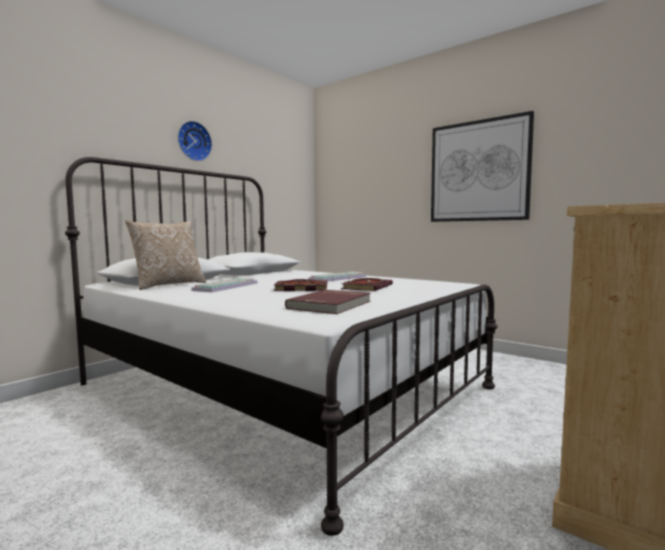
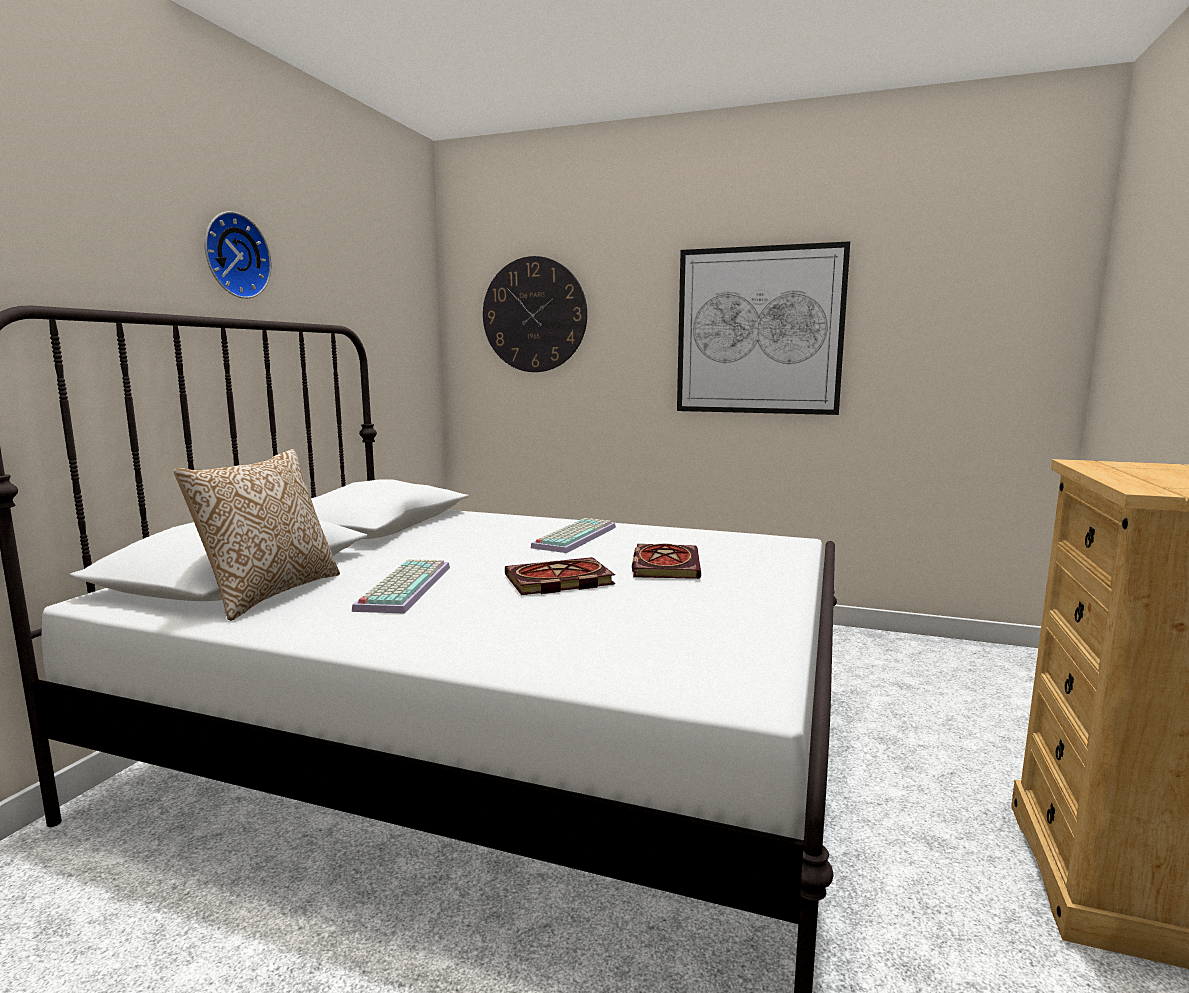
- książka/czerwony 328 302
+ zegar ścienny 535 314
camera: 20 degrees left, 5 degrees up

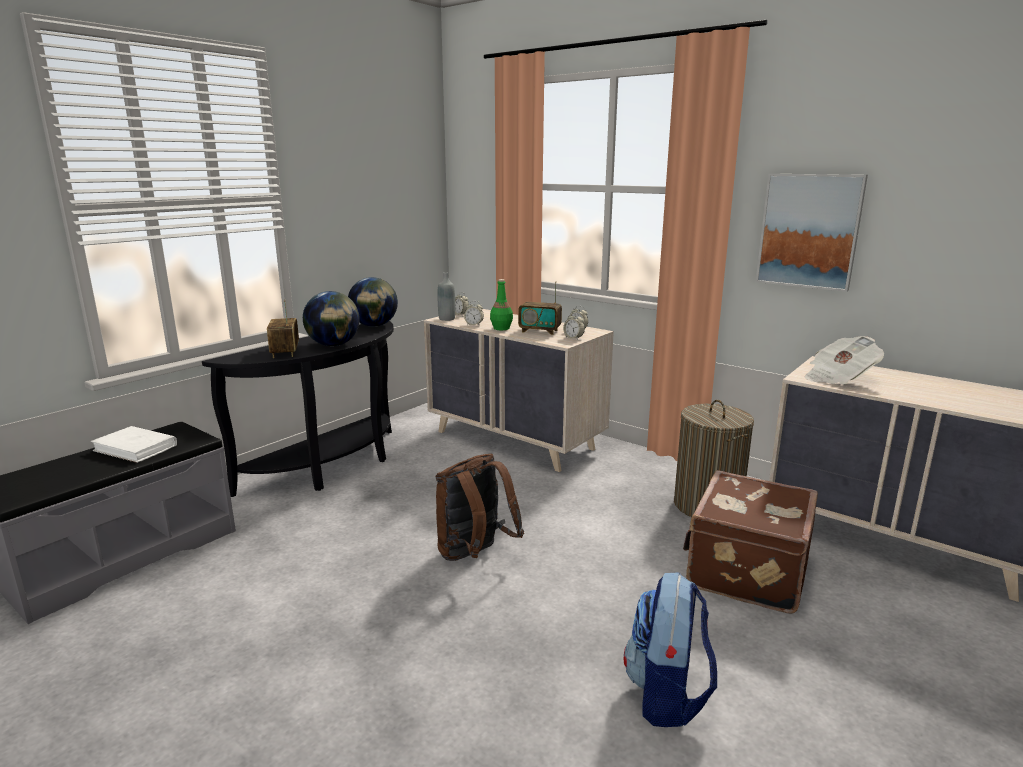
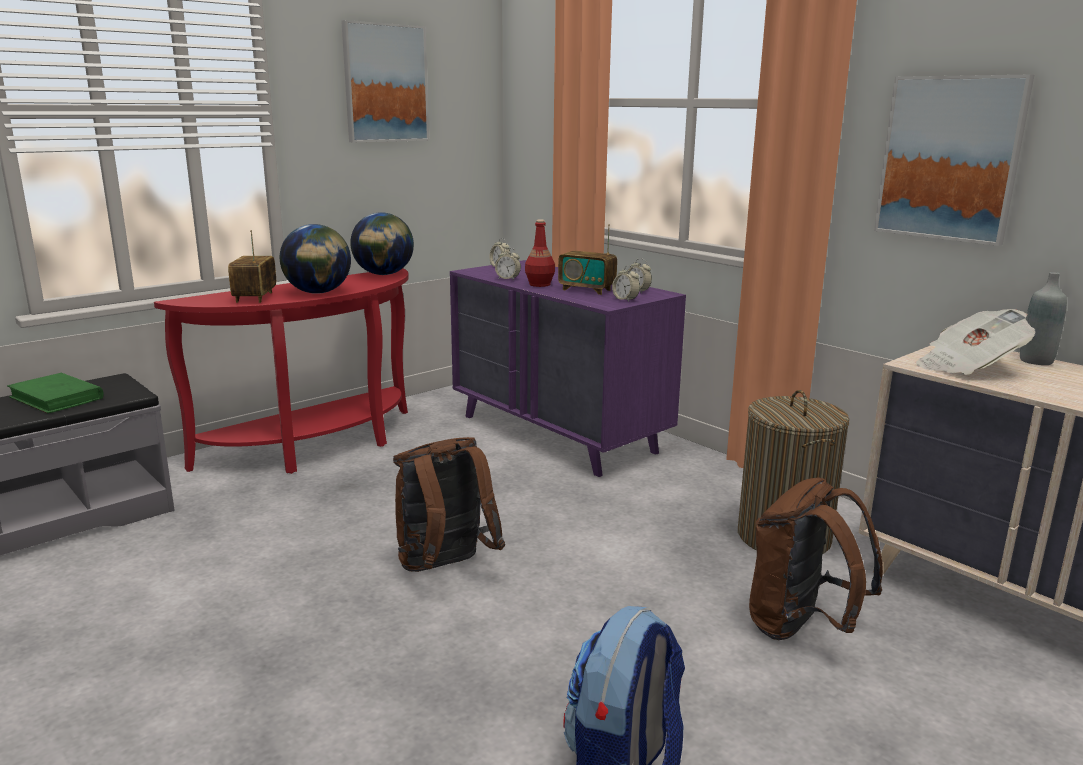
+ obraz 385 81
~ butelka/szary 446 296 to 1043 318
~ walizka/brązowy 750 542 to plecak/brązowy 816 559
~ książka/biały 134 444 to książka/zielony 55 393
~ stolik konsolowy/czarny 298 409 to stolik konsolowy/czerwony 281 371
~ komoda/beżowy 519 390 to komoda/fioletowy 568 368
~ butelka/zielony 501 304 to butelka/czerwony 540 253
camera: 10 degrees right, 0 degrees up

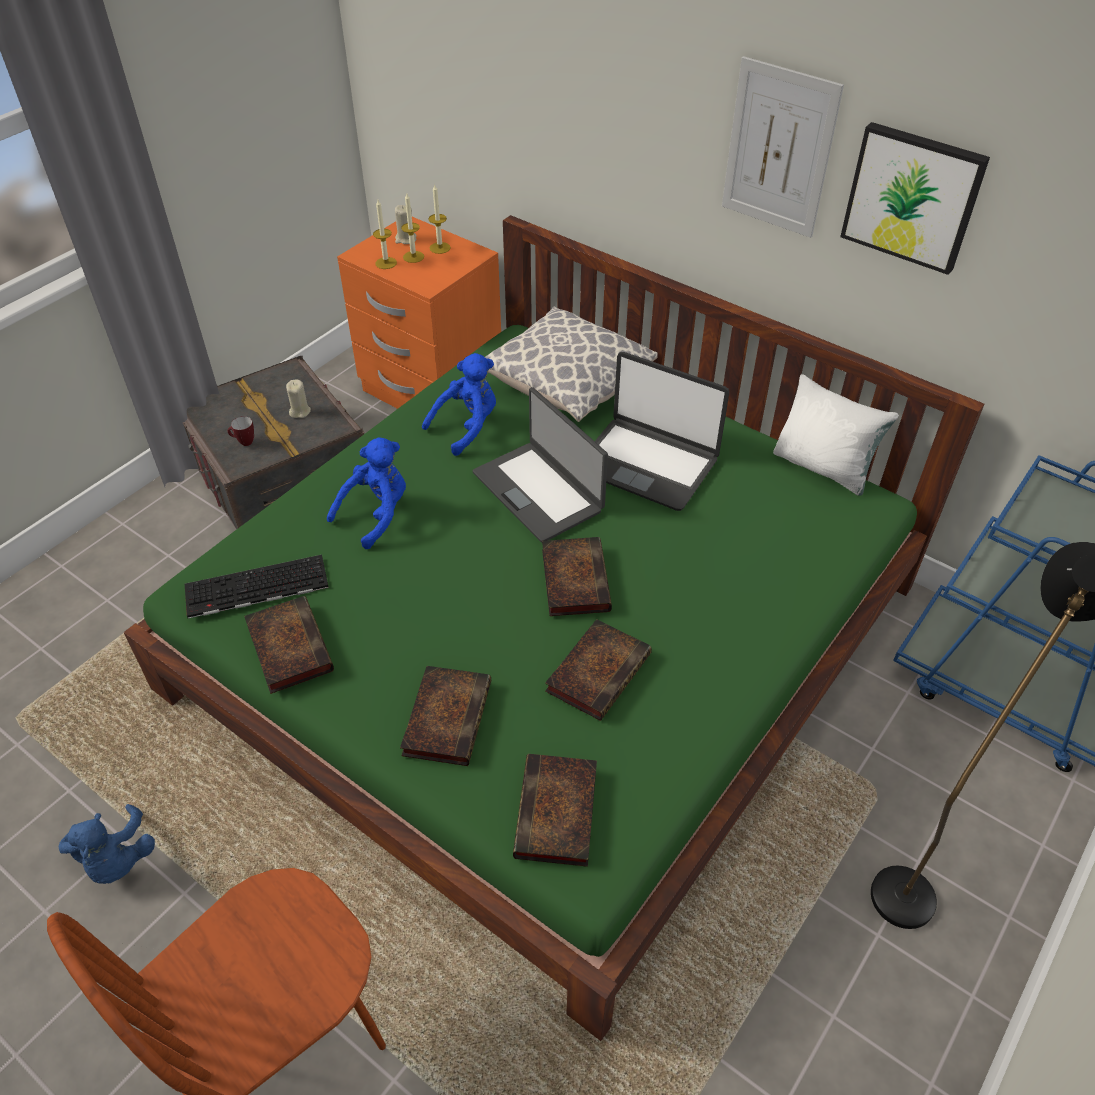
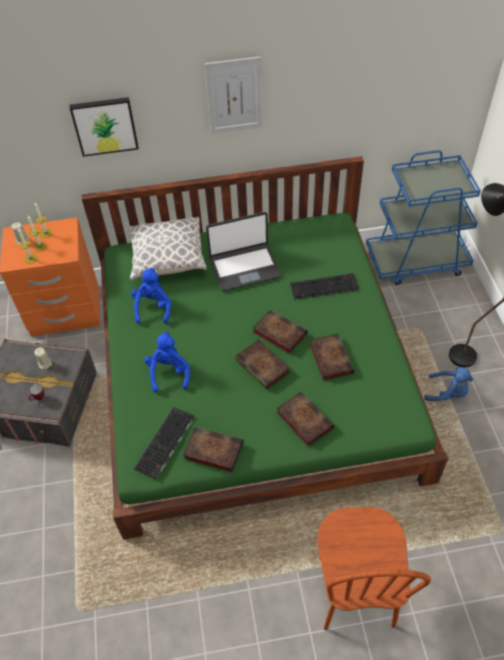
- laptop 540 465
- poduszka/biały 836 435
+ klawiatura 324 286
~ pluszak/niebieski 106 844 to 448 383
~ książka 555 810 to 262 364
~ obraz 915 198 to 104 127
camera: 45 degrees left, 5 degrees up

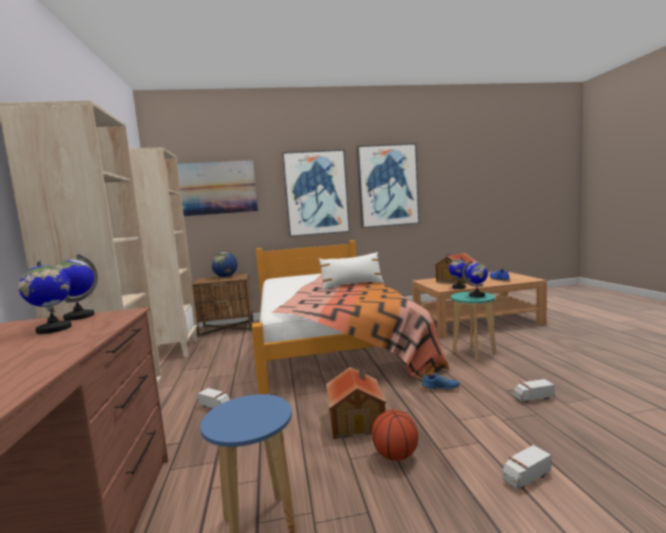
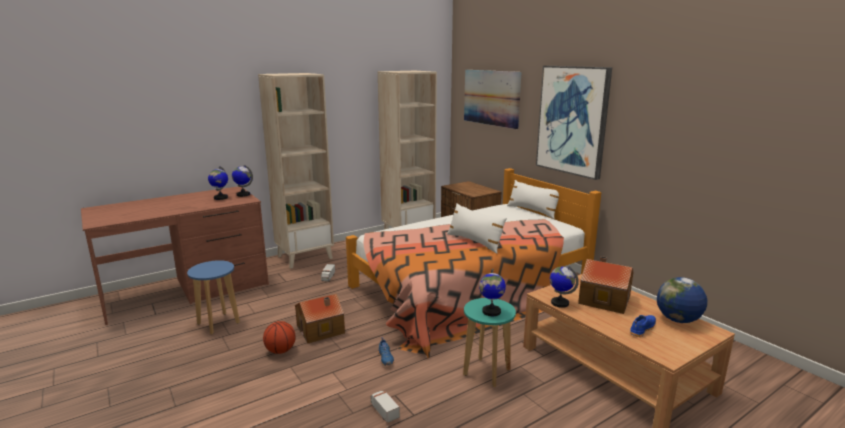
- obraz 388 185
- ciężarówka zabawkowa 526 467
+ poduszka/biały 533 199
~ globus 224 264 to 682 300
camera: 65 degrees right, 10 degrees up

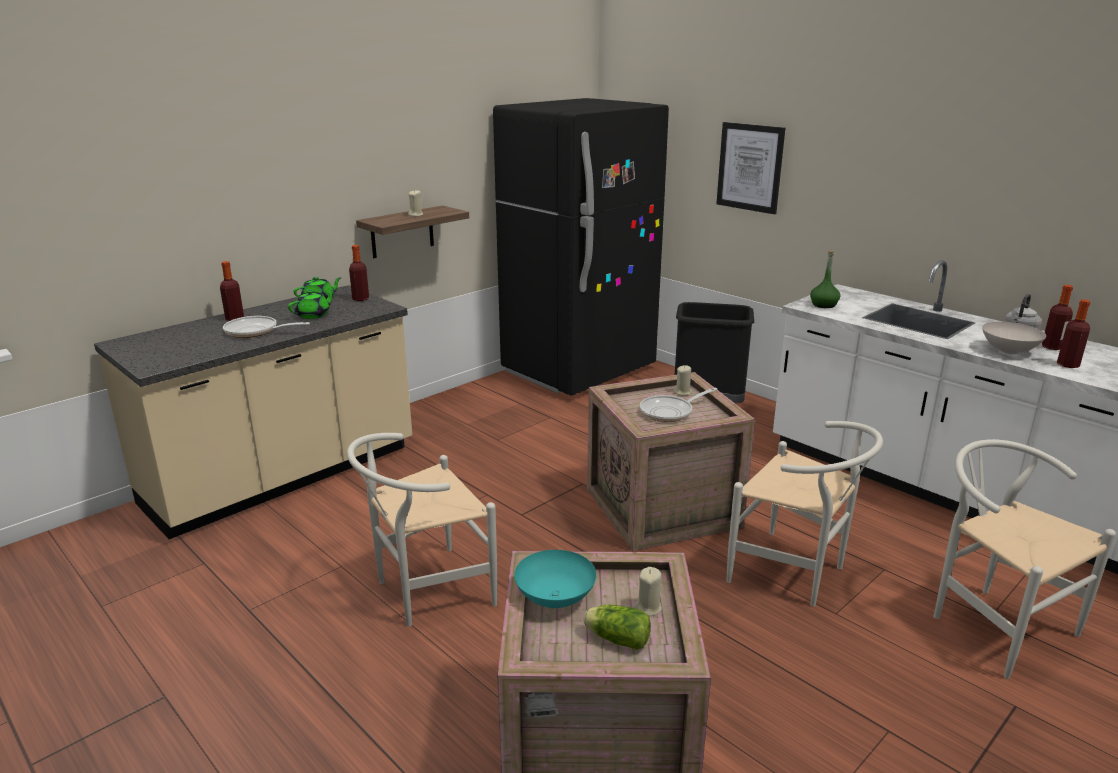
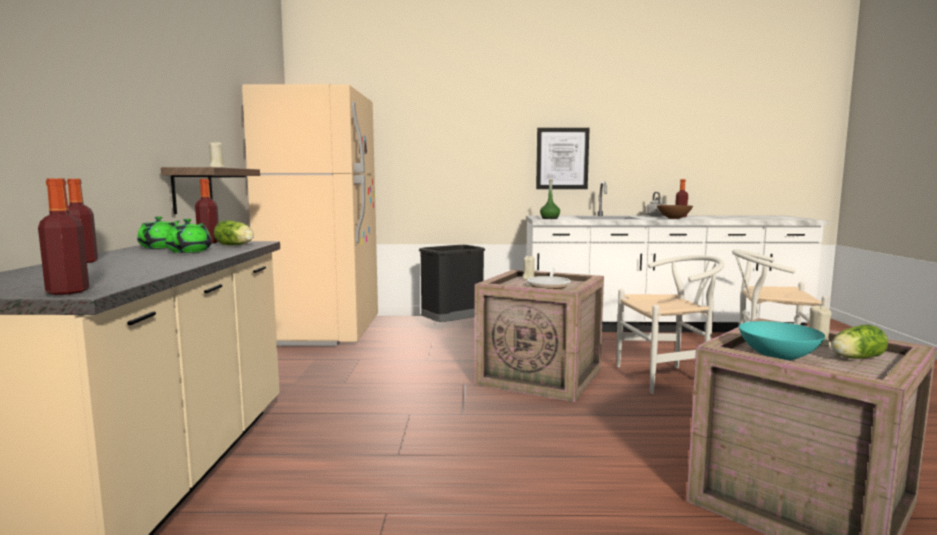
- patelnia 266 327
- krzesło/biały 422 530
+ sałata 234 232
~ obraz 750 168 to 562 158
~ butelka 1073 333 to 63 236
~ lodówka/czarny 581 247 to lodówka/beżowy 310 215
~ miska/biały 1014 338 to miska/brązowy 675 212
camera: 45 degrees left, 15 degrees down

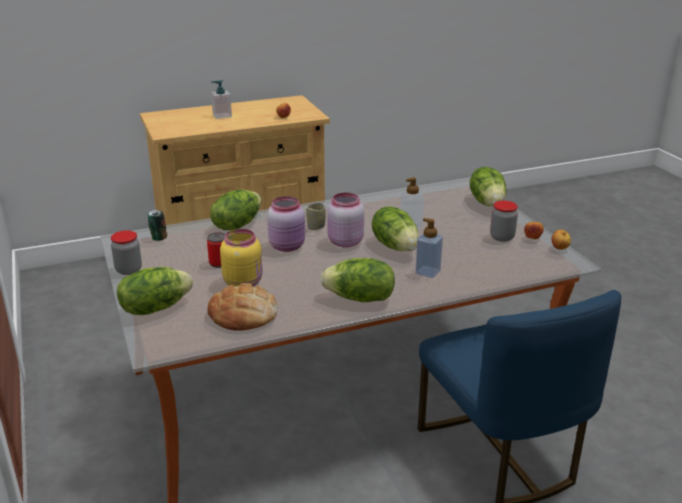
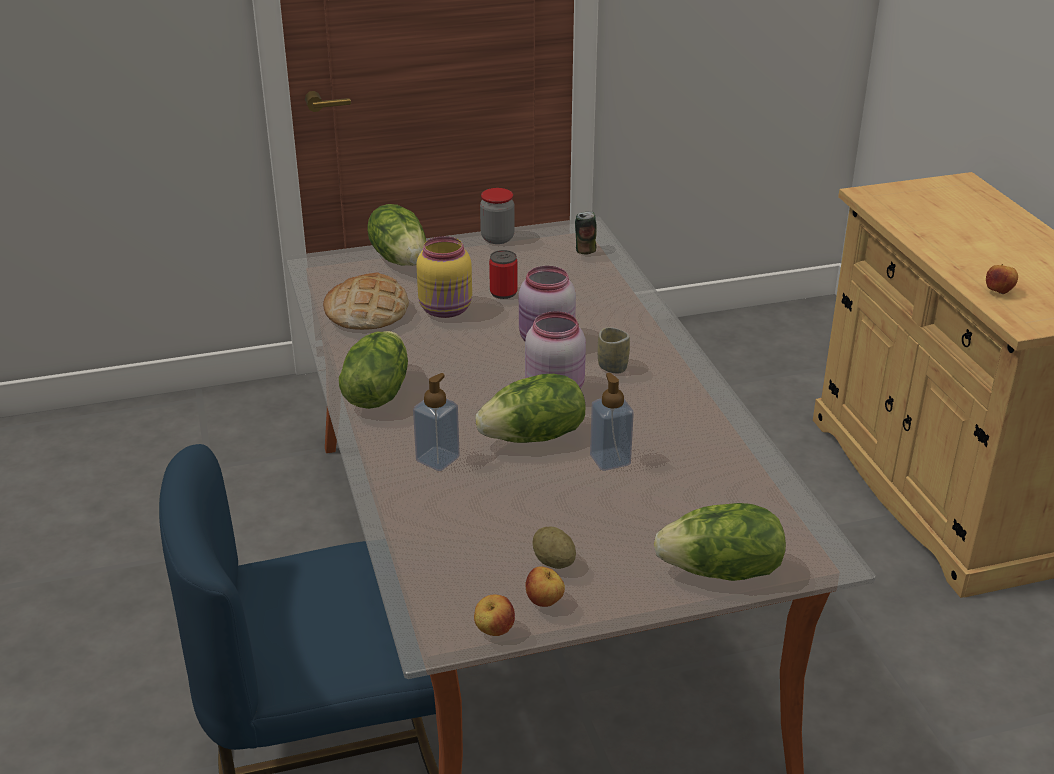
- sałata 236 209
- dozownik mydła 221 99
~ słoik 504 221 to ziemniak 554 547
camera: 95 degrees right, 5 degrees up

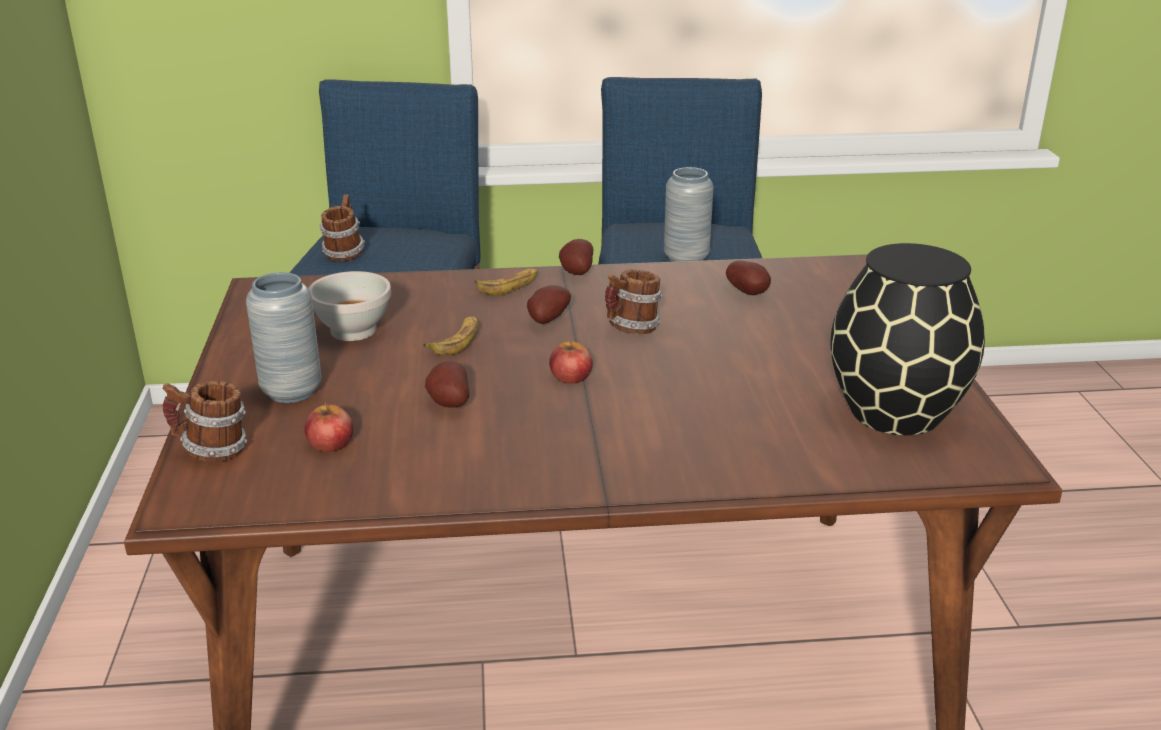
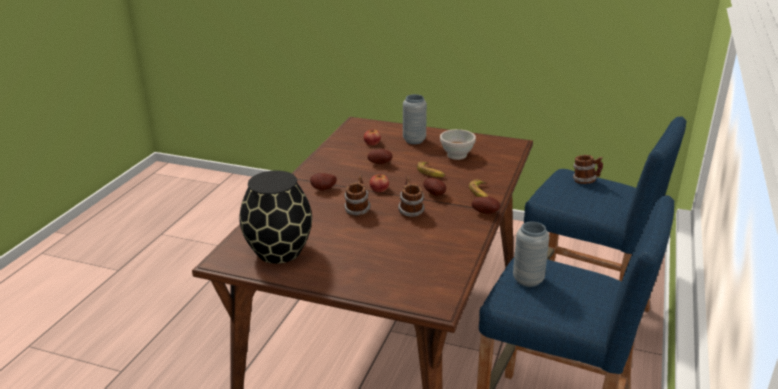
~ kubek 204 421 to 357 196
~ ziemniak 748 277 to 323 182
camera: 115 degrees right, 0 degrees up

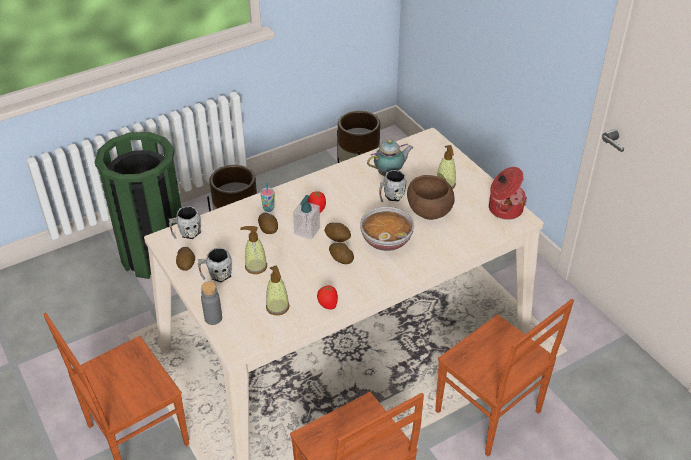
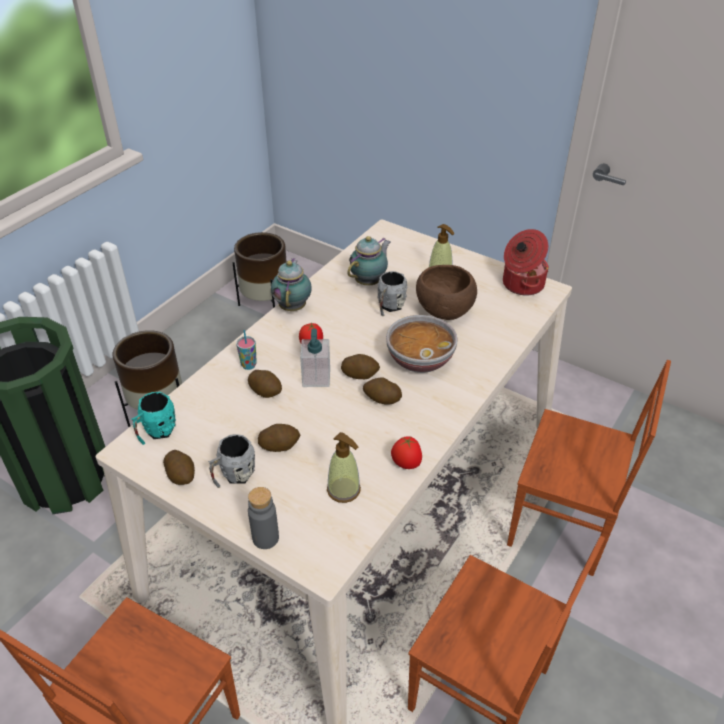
+ imbryk 291 284
~ dozownik mydła 253 250 to ziemniak 279 438
~ kubek/szary 185 222 to kubek/turkusowy 154 418
camera: 25 degrees left, 0 degrees up

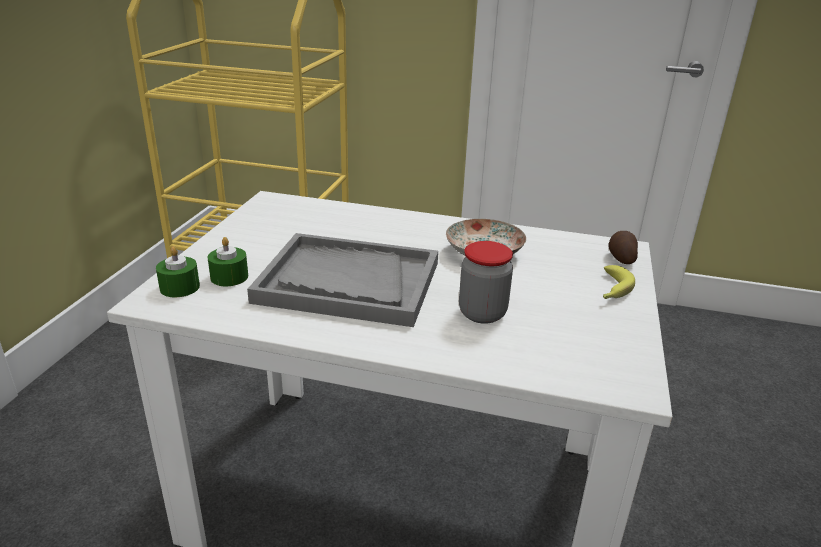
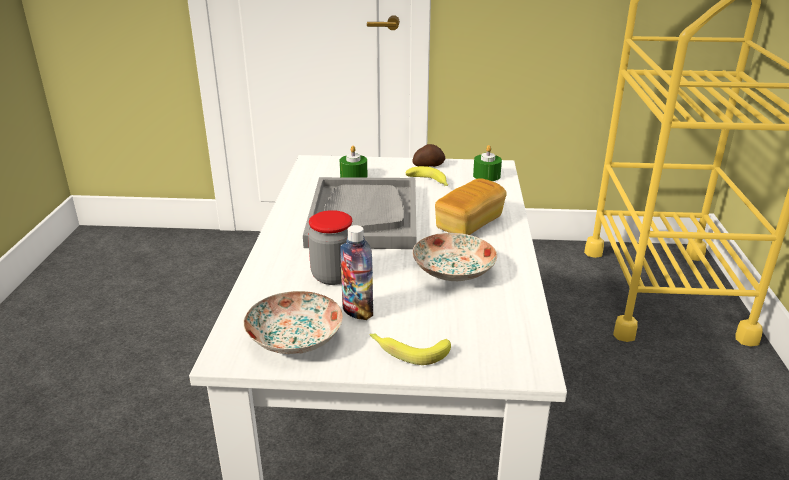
+ talerz 293 322
+ butelka 356 272
+ banan 427 176
+ chleb 471 206
~ świeca/zielony 178 271 to 487 163
~ ziemniak 623 247 to 428 155
camera: 80 degrees right, 0 degrees up

